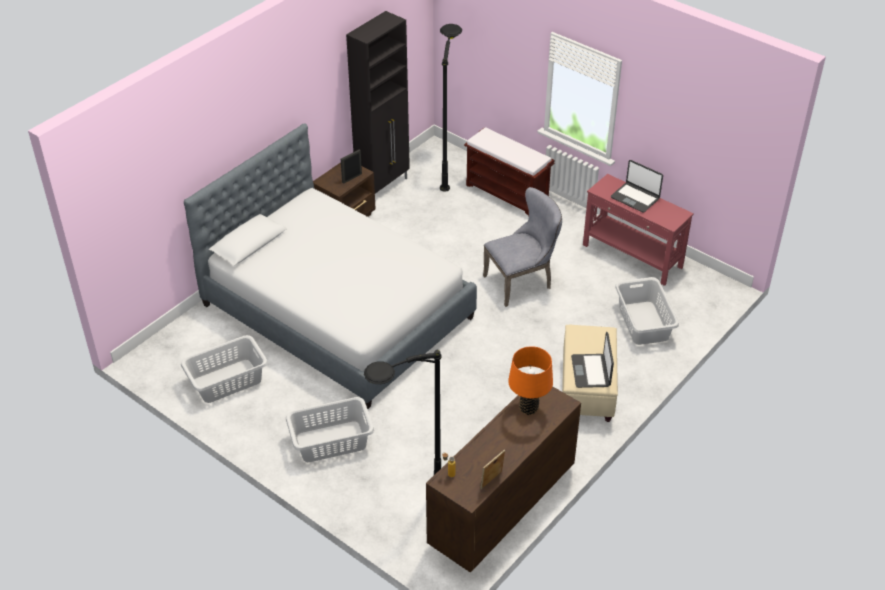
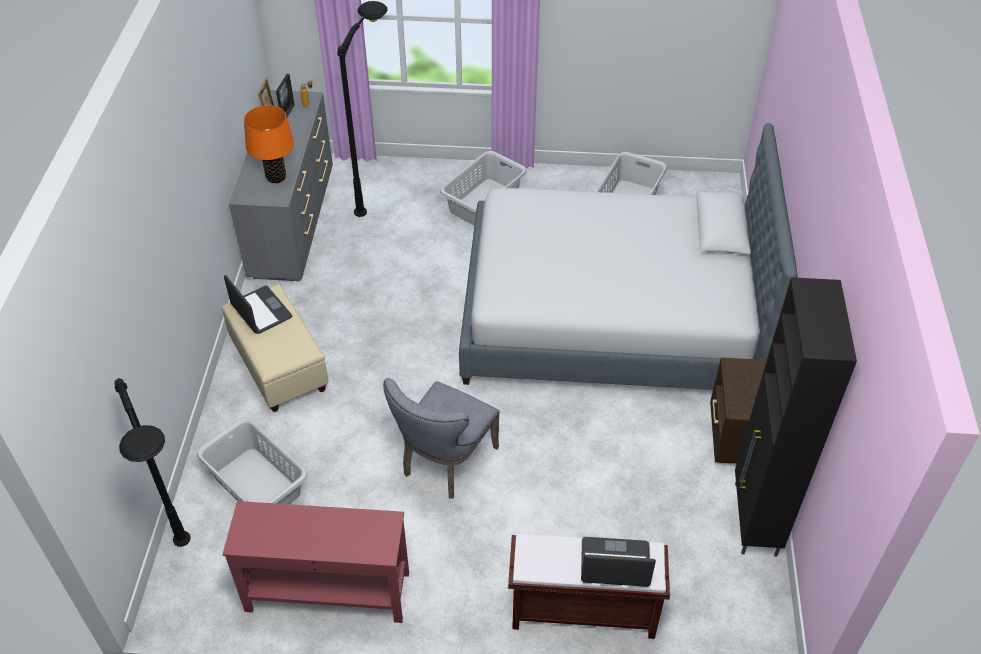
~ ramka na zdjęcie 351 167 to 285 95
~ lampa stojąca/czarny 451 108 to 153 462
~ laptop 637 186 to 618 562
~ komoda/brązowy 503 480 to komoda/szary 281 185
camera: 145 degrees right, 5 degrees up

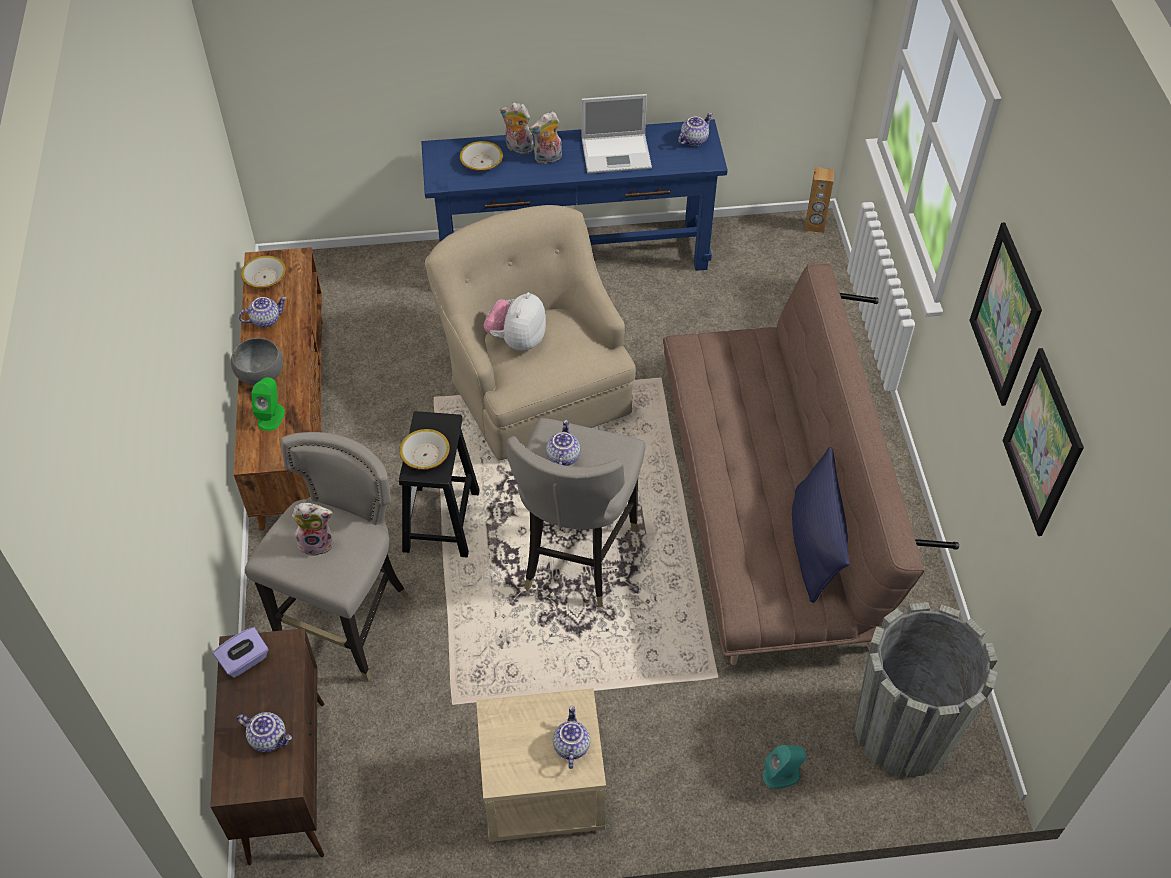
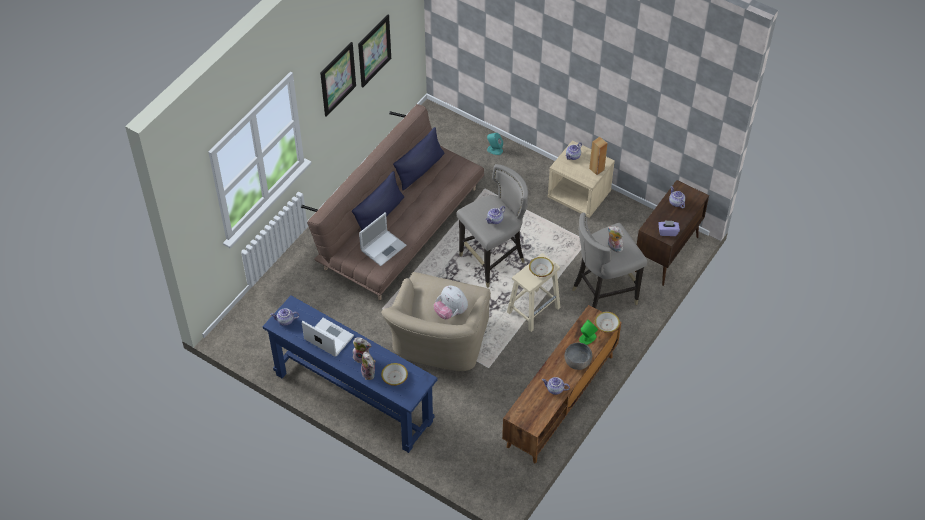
- donica/szary 926 689
+ poduszka/niebieski 378 201
+ laptop 383 239
~ miska 263 271 to 607 322
~ głośnik/brązowy 819 200 to 598 156
~ stołek/czarny 439 484 to stołek/beżowy 533 292
~ pluszak 515 321 = 451 302 75 degrees clockwise
camera: 140 degrees left, 0 degrees up

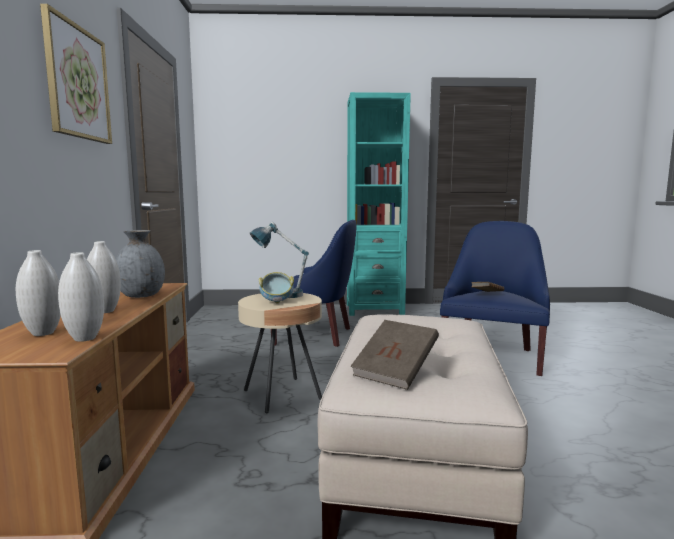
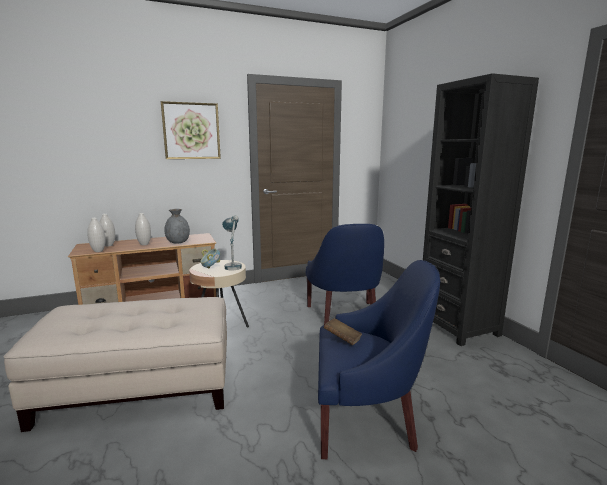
- książka/brązowy 395 355
~ regał/turkusowy 379 204 to regał/czarny 481 209
camera: 70 degrees right, 5 degrees up

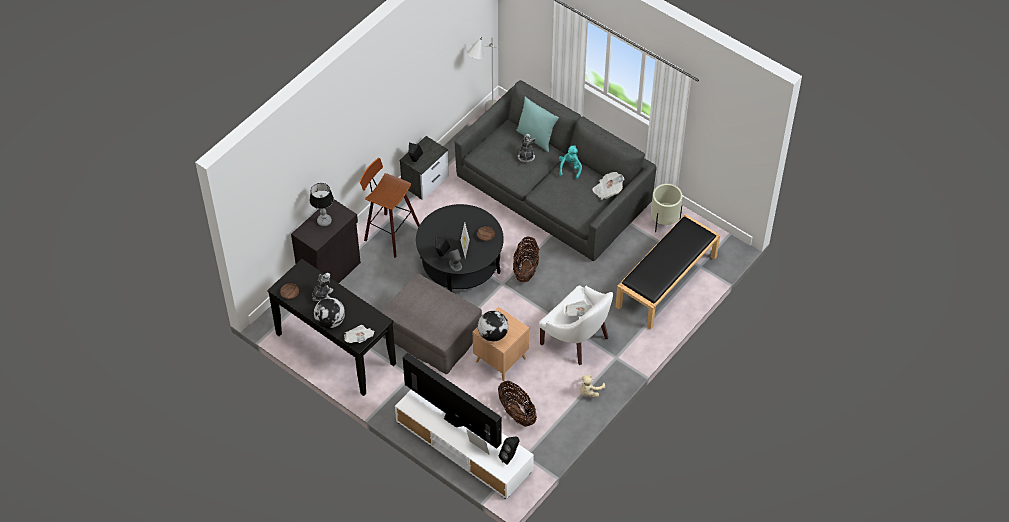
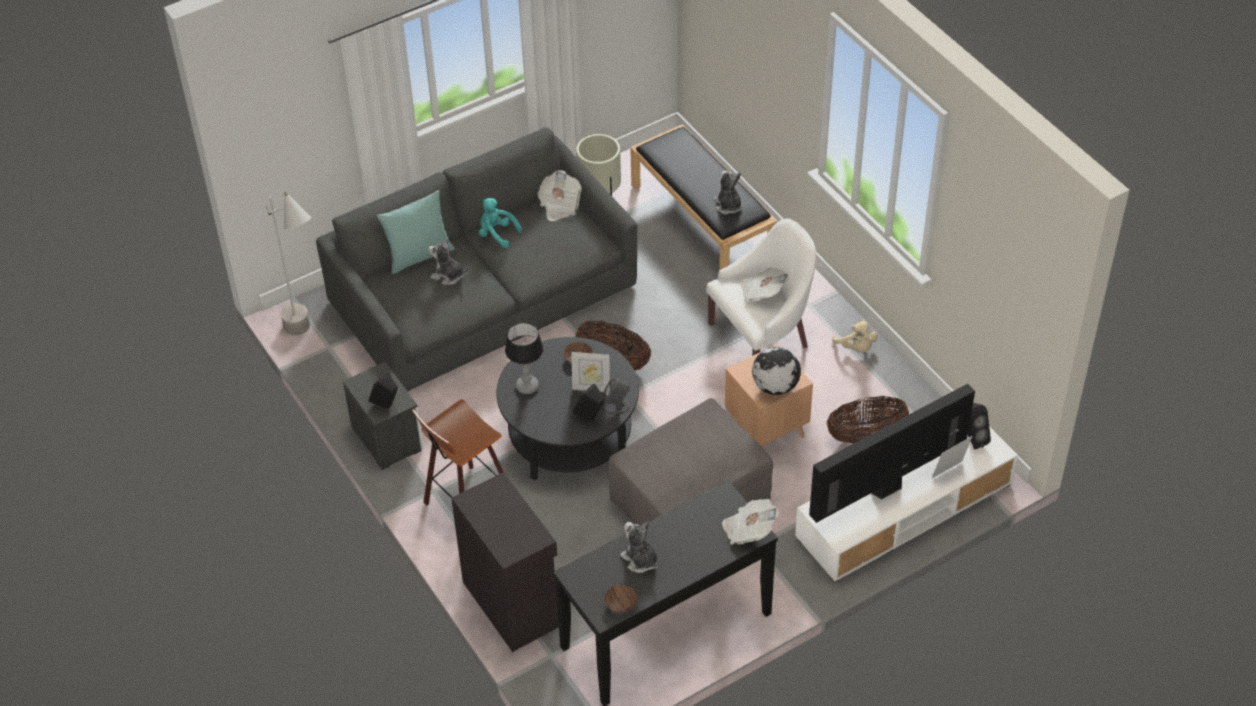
- globus 329 313
+ pluszak 729 192
~ lampa stołowa 322 204 to 524 358
camera: 70 degrees left, 5 degrees down

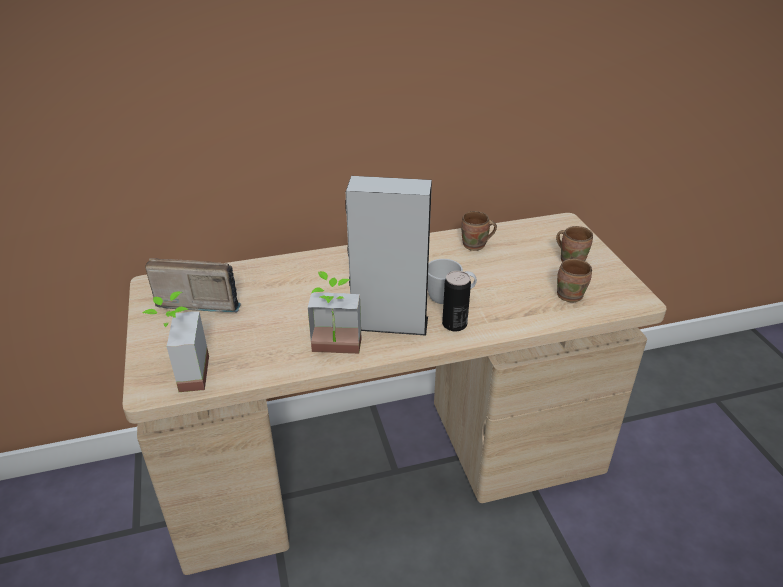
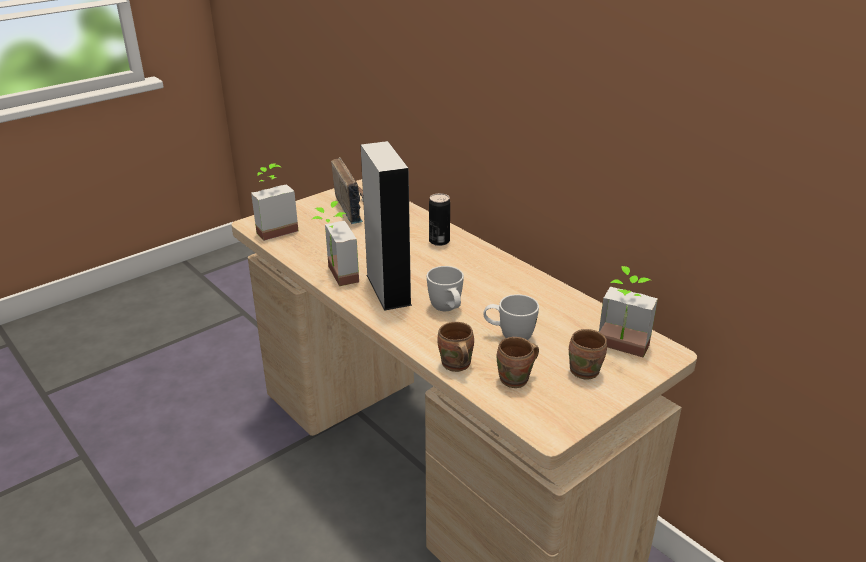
+ kubek/biały 511 317
+ roślina doniczkowa 628 312
~ puszka 456 301 to 439 219
~ kubek/brązowy 479 231 to 456 347
camera: 65 degrees right, 5 degrees down

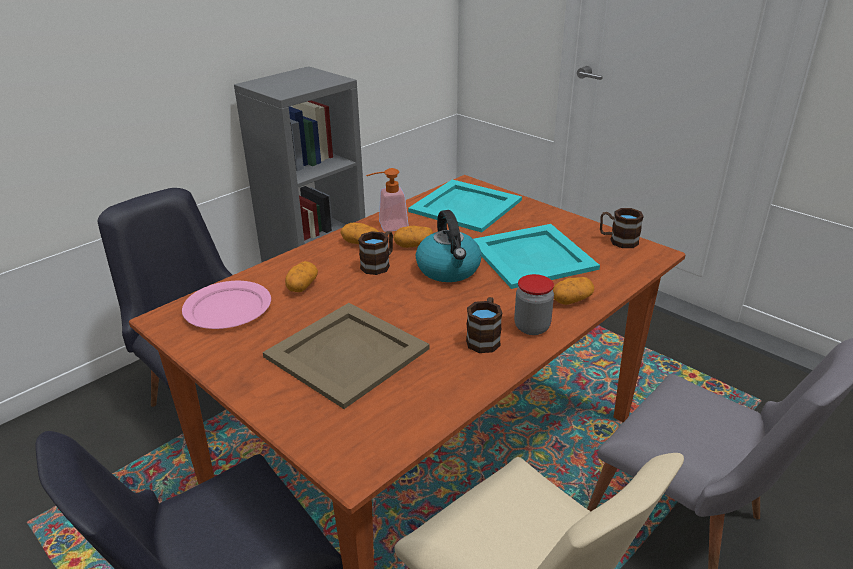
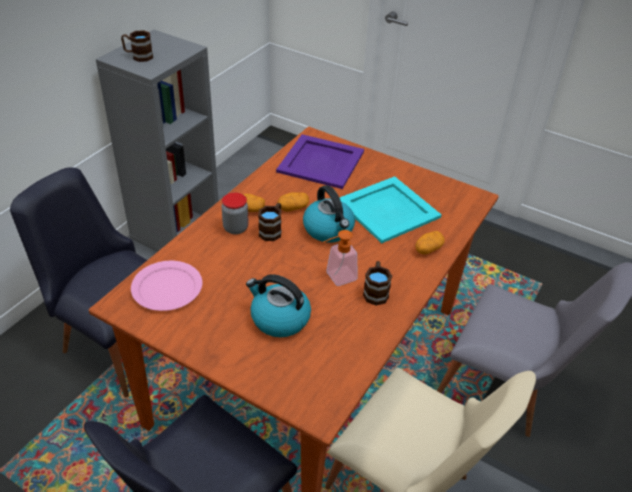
- ziemniak 301 276
~ dozownik mydła 387 200 to 340 258
~ słoik 534 304 to 235 213
~ kubek/brązowy 622 228 to 137 46
~ taca/beżowy 346 356 to czajnik 278 305
~ taca/turkusowy 465 206 to taca/fioletowy 320 161
camera: 15 degrees left, 10 degrees up

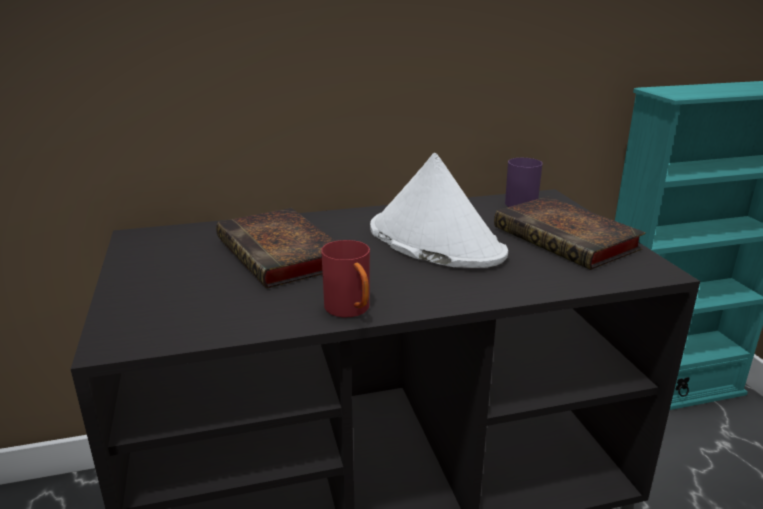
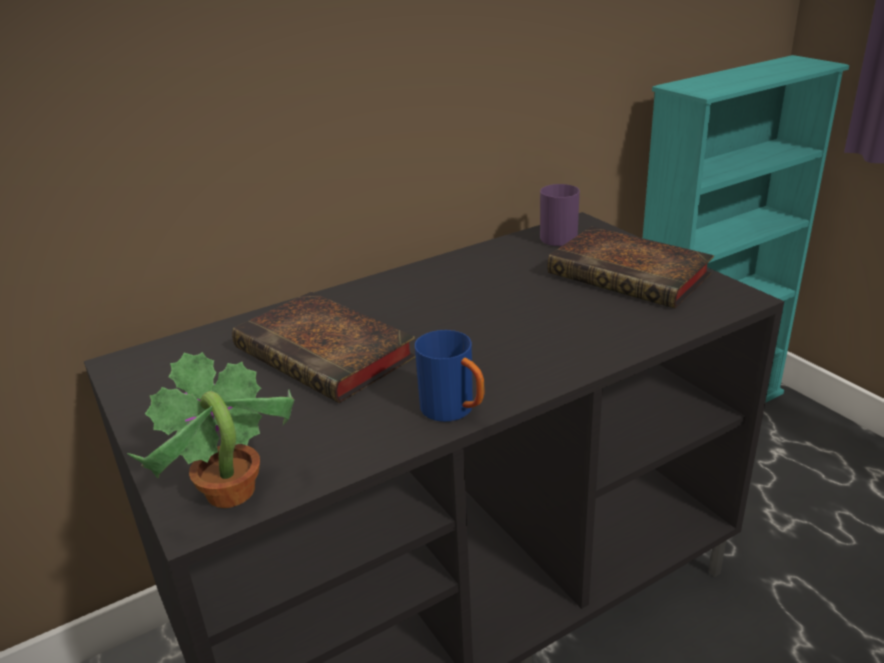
- kapelusz/biały 439 210
+ roślina doniczkowa 210 430
~ kubek/czerwony 345 278 to kubek/niebieski 449 376
camera: 15 degrees left, 5 degrees up

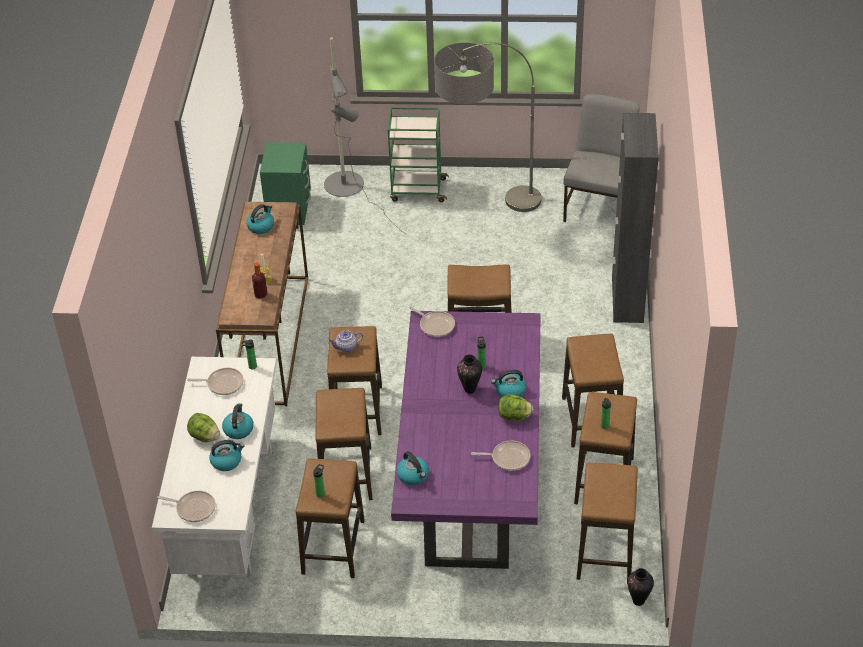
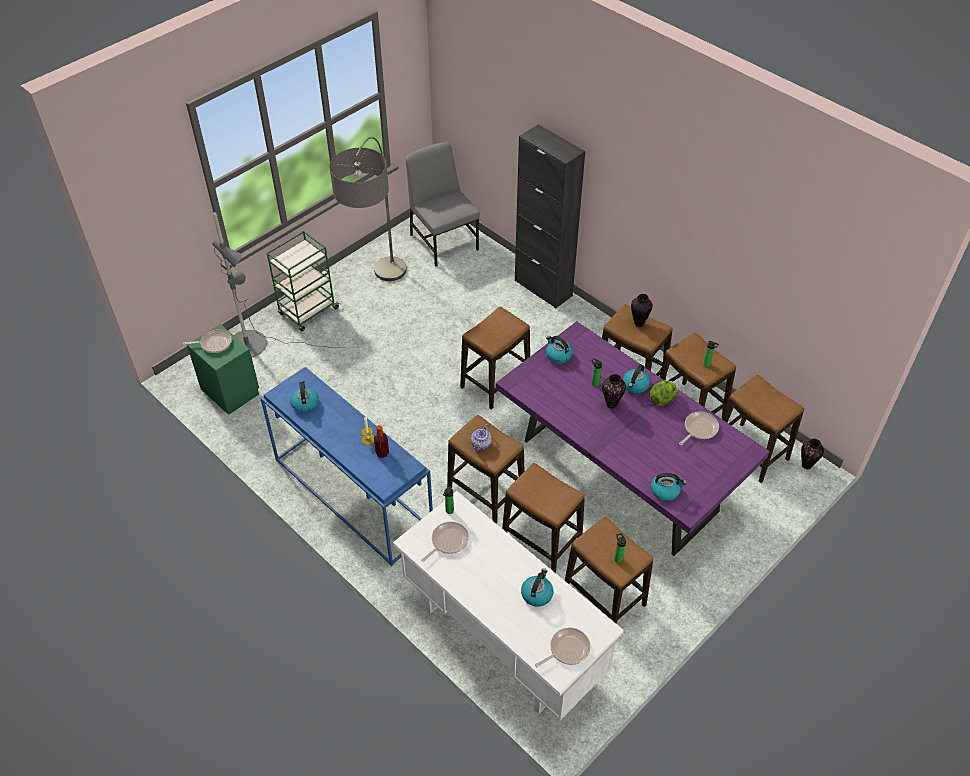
- sałata 203 427
+ wazon 642 310
~ czajnik 238 421 to 559 350
~ patelnia 432 321 to 207 341
~ stolik konsolowy/brązowy 262 304 to stolik konsolowy/niebieski 346 466
camera: 50 degrees left, 5 degrees up

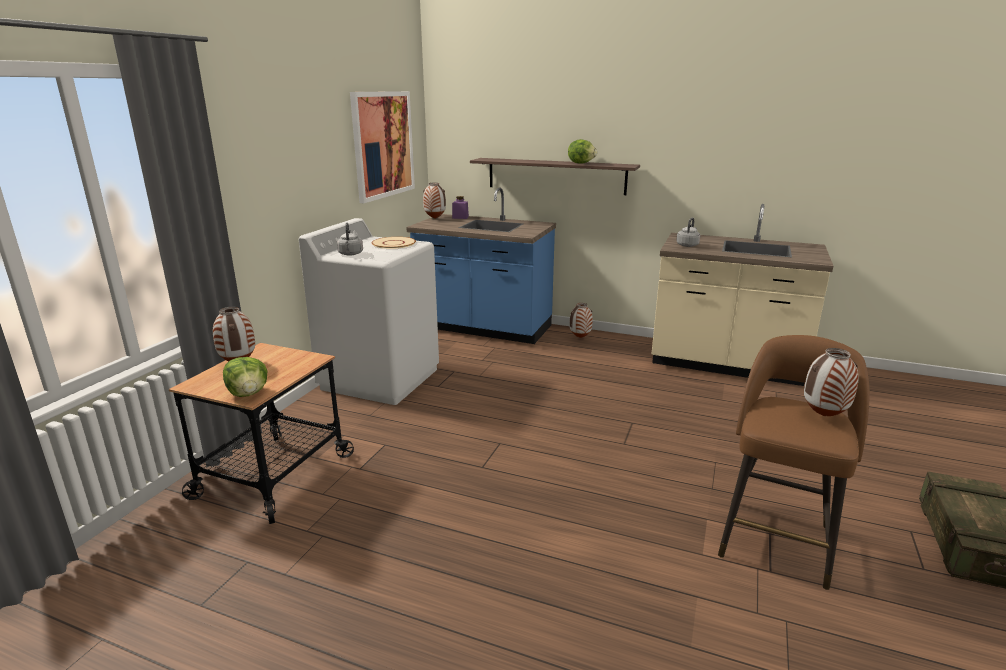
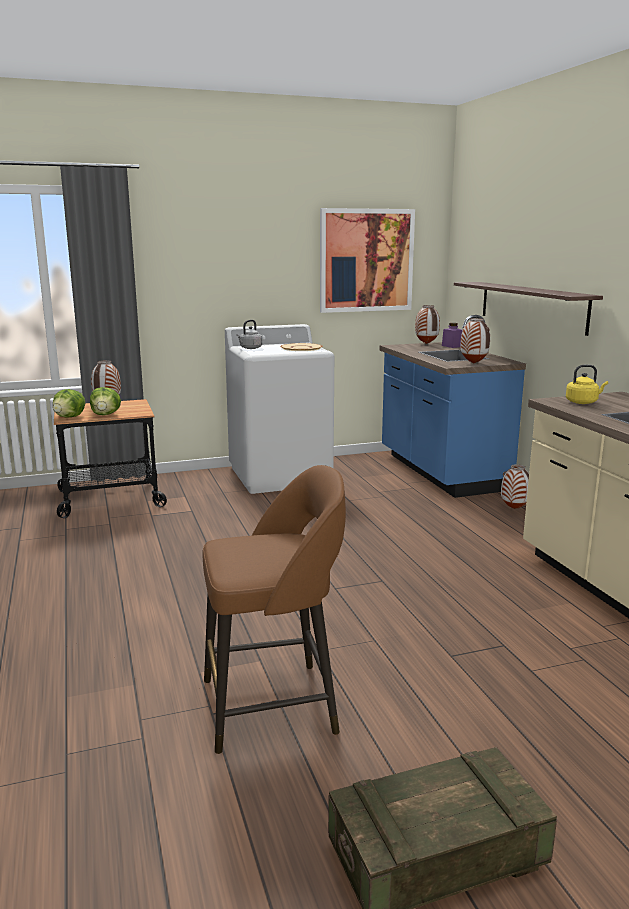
~ sałata 582 151 to 105 401
~ wazon 831 382 to 475 341
~ czajnik/szary 688 232 to czajnik/żółty 587 384
camera: 50 degrees right, 5 degrees down

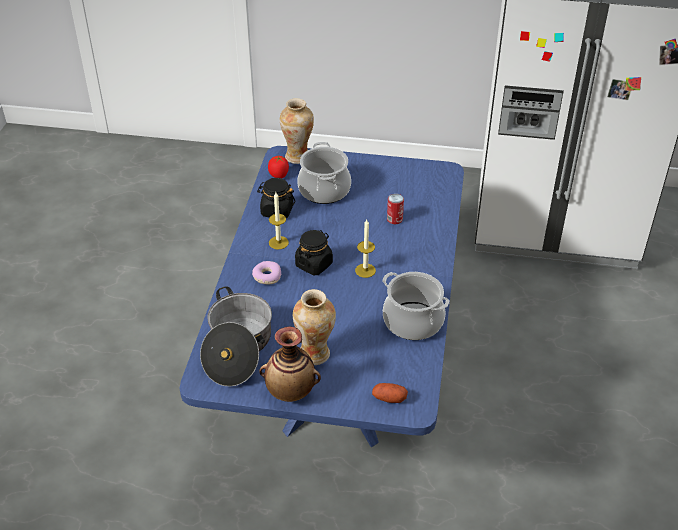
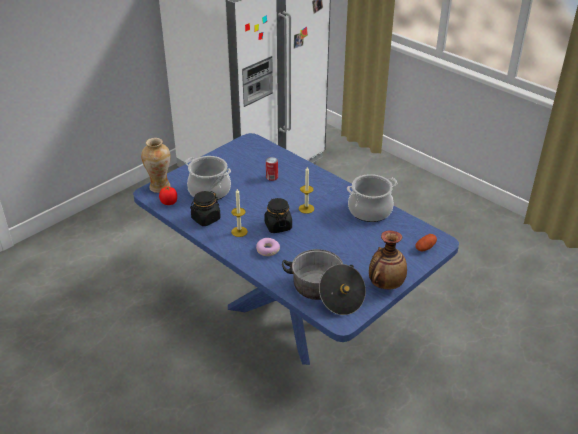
- wazon 314 327
camera: 55 degrees left, 5 degrees down

